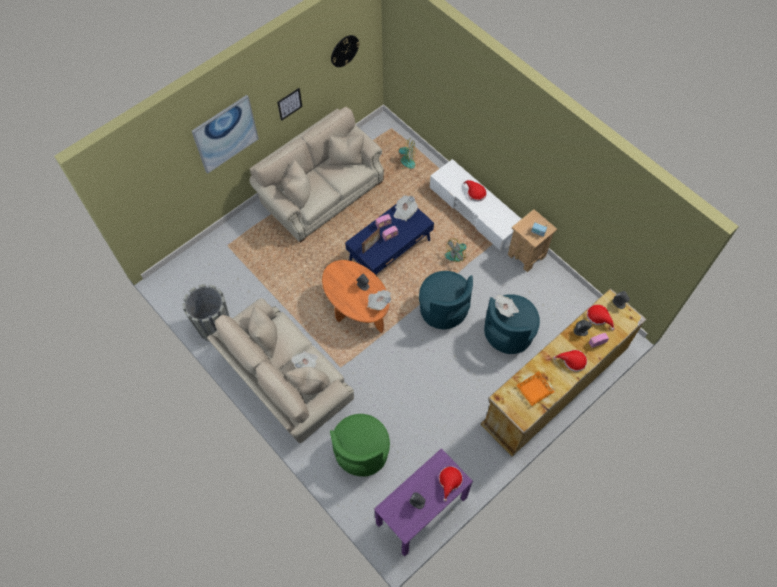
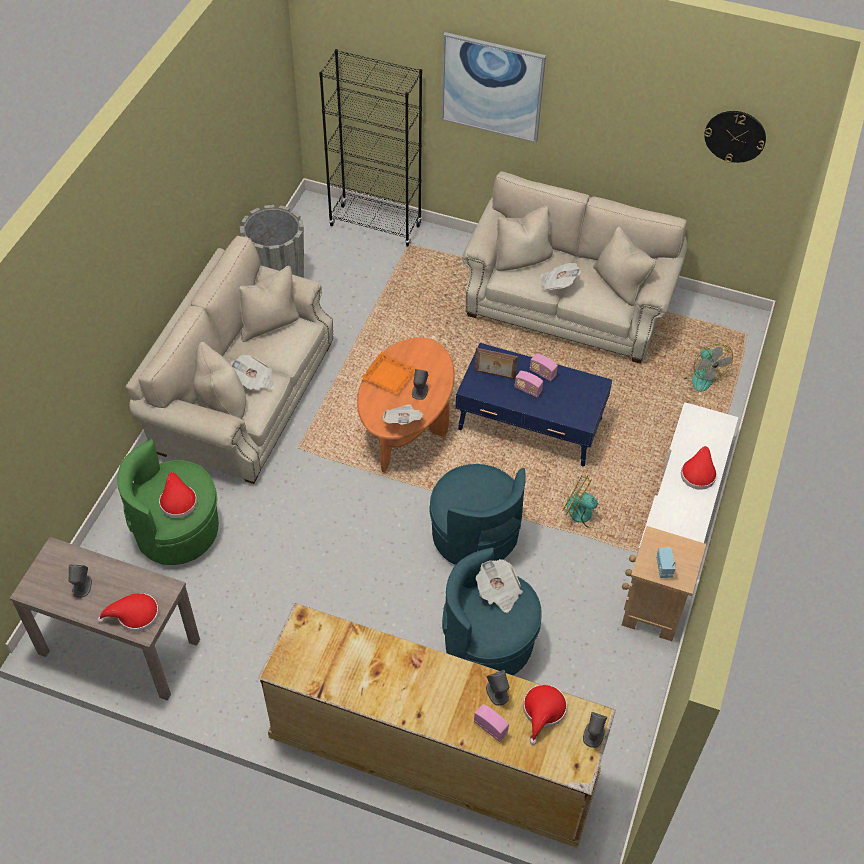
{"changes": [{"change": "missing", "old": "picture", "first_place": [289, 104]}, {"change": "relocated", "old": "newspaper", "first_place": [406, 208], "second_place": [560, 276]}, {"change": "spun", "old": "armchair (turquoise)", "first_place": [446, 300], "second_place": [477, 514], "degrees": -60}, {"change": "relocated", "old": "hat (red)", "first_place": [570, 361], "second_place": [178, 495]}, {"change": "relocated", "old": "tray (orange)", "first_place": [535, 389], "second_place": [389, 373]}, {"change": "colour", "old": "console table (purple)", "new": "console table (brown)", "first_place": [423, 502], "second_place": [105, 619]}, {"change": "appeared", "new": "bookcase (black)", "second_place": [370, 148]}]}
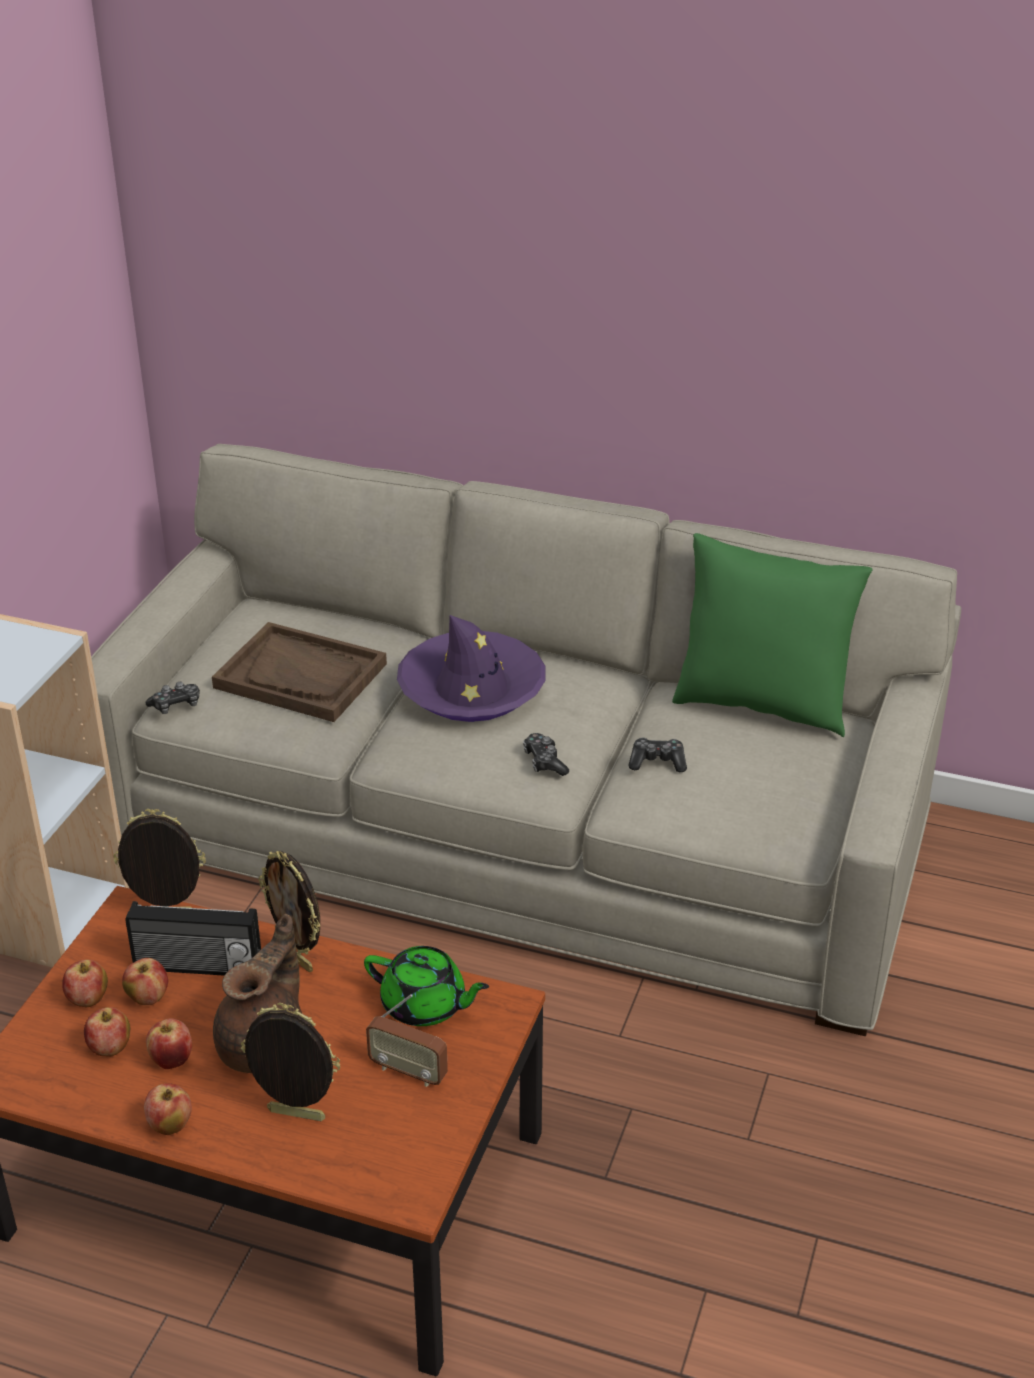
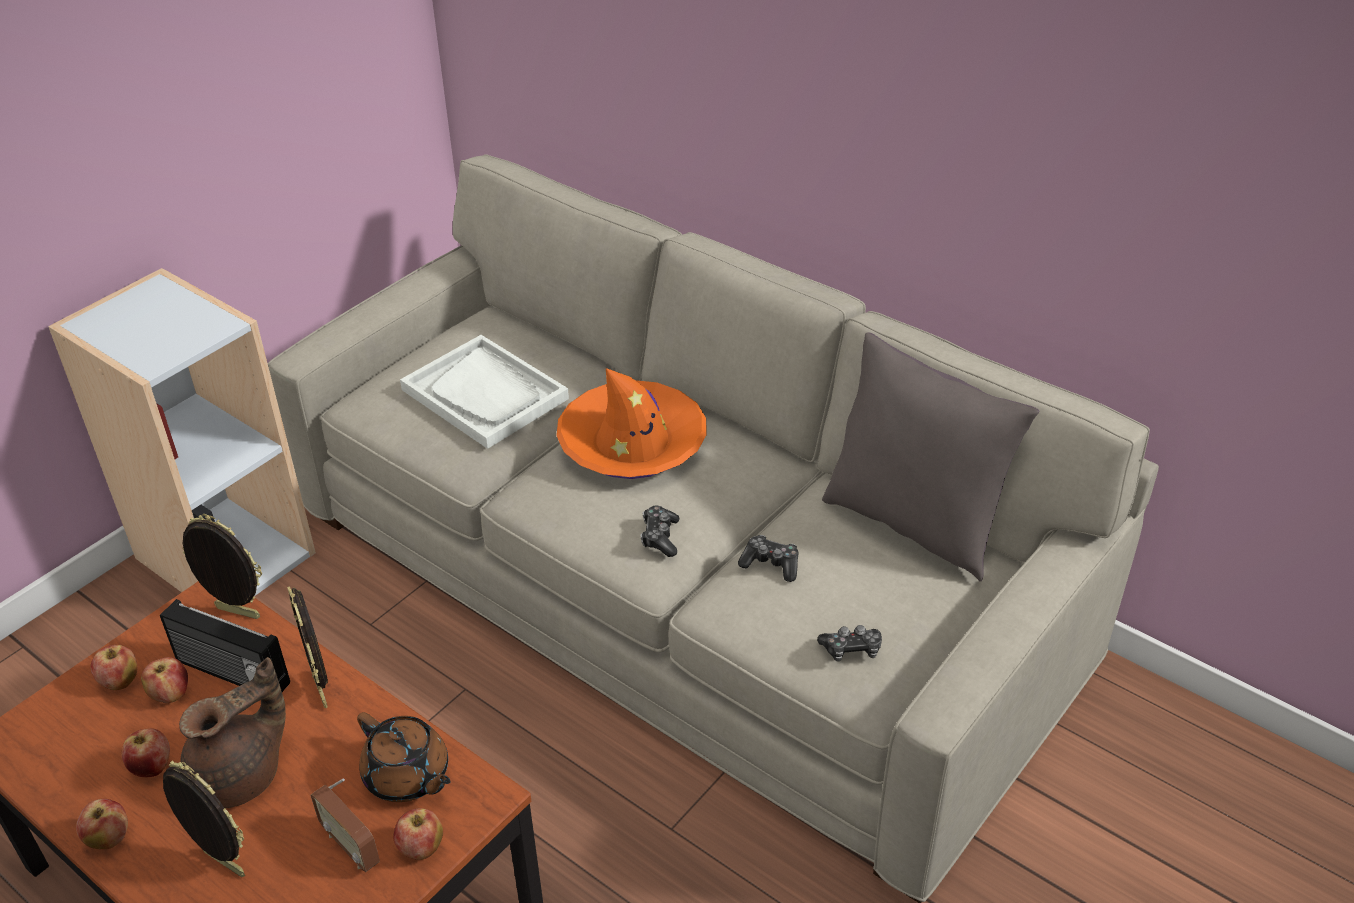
{"changes": [{"change": "colour", "old": "pillow (green)", "new": "pillow (grey)", "first_place": [772, 635], "second_place": [930, 457]}, {"change": "colour", "old": "hat (purple)", "new": "hat (orange)", "first_place": [471, 668], "second_place": [631, 423]}, {"change": "colour", "old": "tray (brown)", "new": "tray (white)", "first_place": [299, 672], "second_place": [484, 392]}, {"change": "relocated", "old": "game controller", "first_place": [173, 698], "second_place": [849, 643]}, {"change": "colour", "old": "teapot (green)", "new": "teapot (brown)", "first_place": [426, 986], "second_place": [404, 757]}, {"change": "relocated", "old": "apple", "first_place": [107, 1032], "second_place": [418, 834]}]}
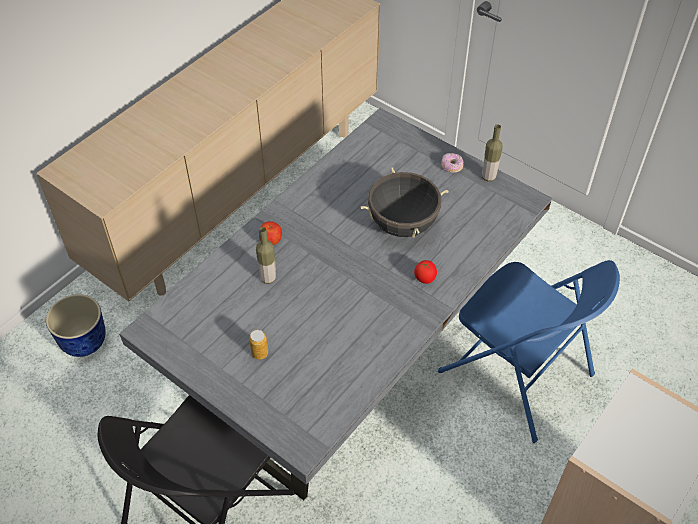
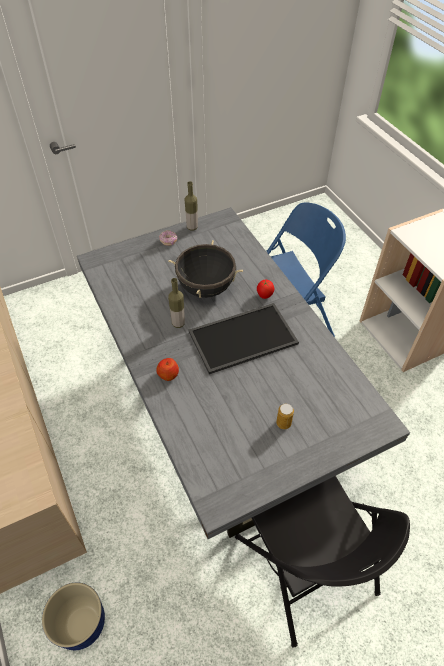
{"changes": [{"change": "relocated", "old": "bottle", "first_place": [266, 255], "second_place": [176, 303]}, {"change": "appeared", "new": "tray", "second_place": [244, 338]}]}
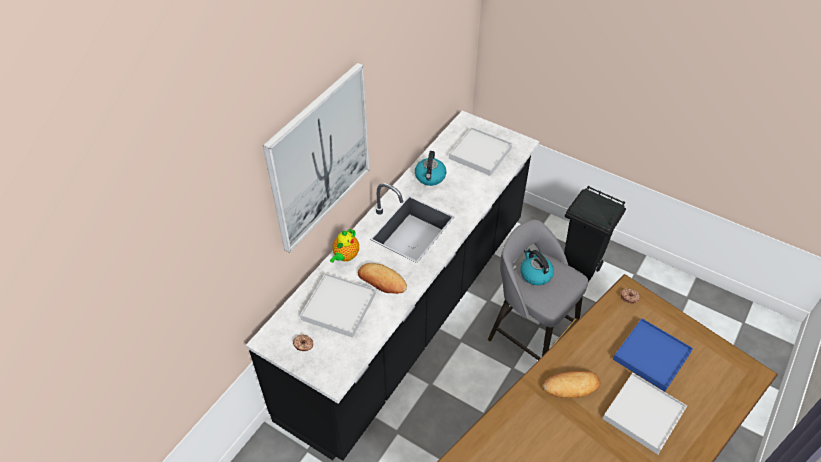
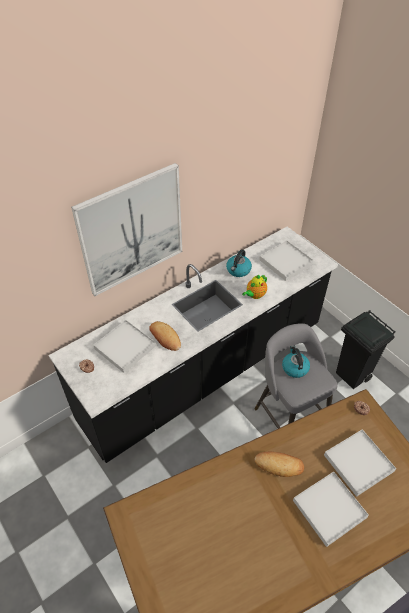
{"changes": [{"change": "relocated", "old": "teapot", "first_place": [344, 245], "second_place": [254, 287]}, {"change": "colour", "old": "tray (blue)", "new": "tray (white)", "first_place": [653, 355], "second_place": [360, 463]}]}
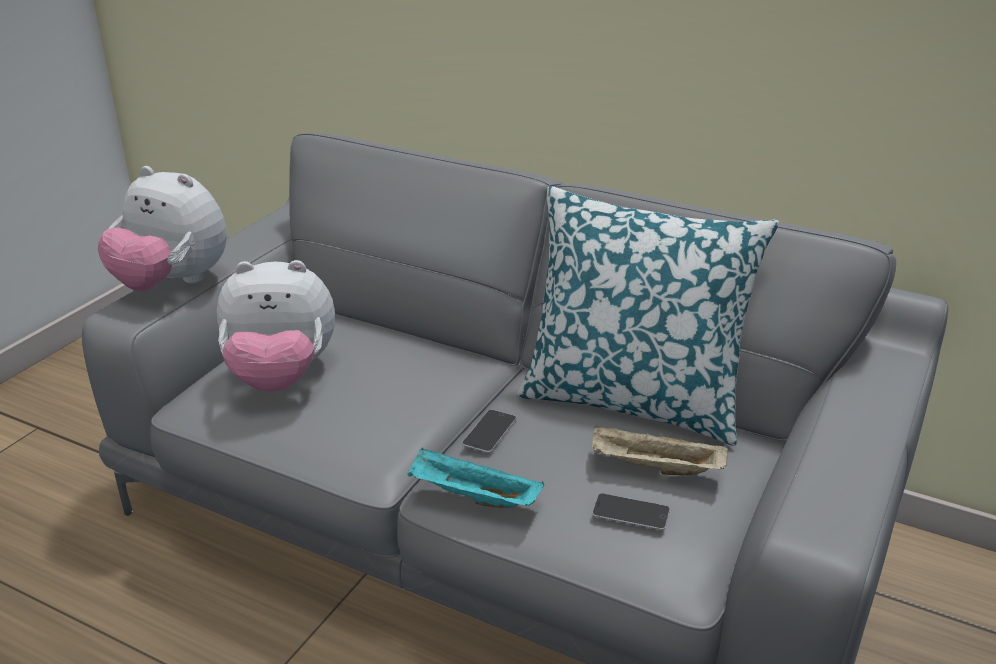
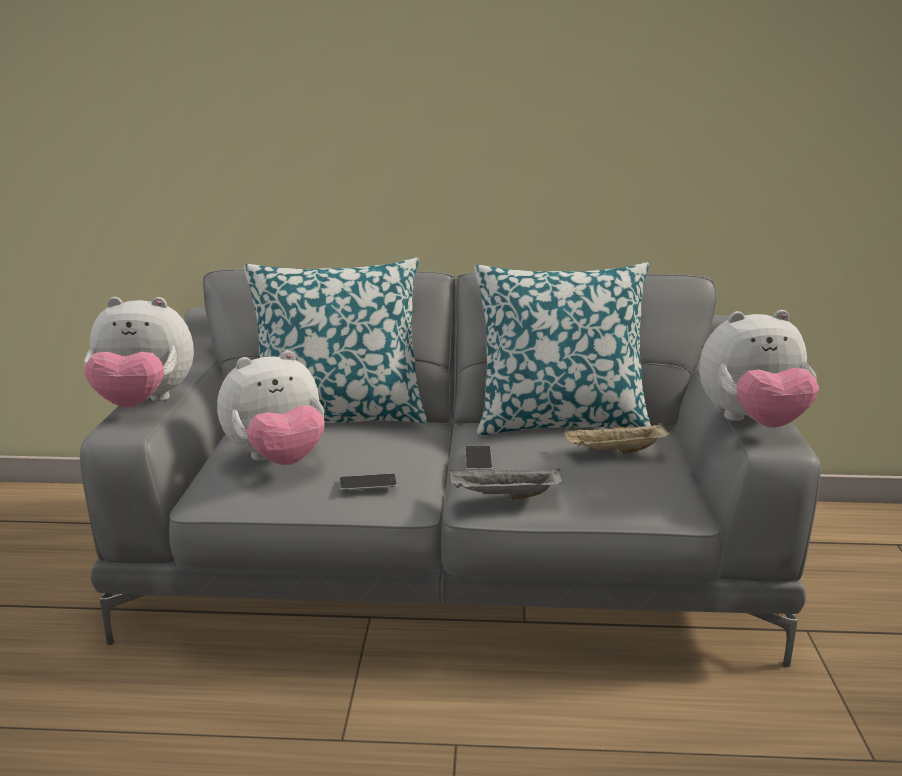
{"changes": [{"change": "colour", "old": "tray (turquoise)", "new": "tray (grey)", "first_place": [475, 478], "second_place": [506, 483]}, {"change": "relocated", "old": "phone", "first_place": [631, 511], "second_place": [368, 482]}, {"change": "appeared", "new": "pillow", "second_place": [336, 340]}, {"change": "appeared", "new": "plush toy", "second_place": [759, 369]}]}
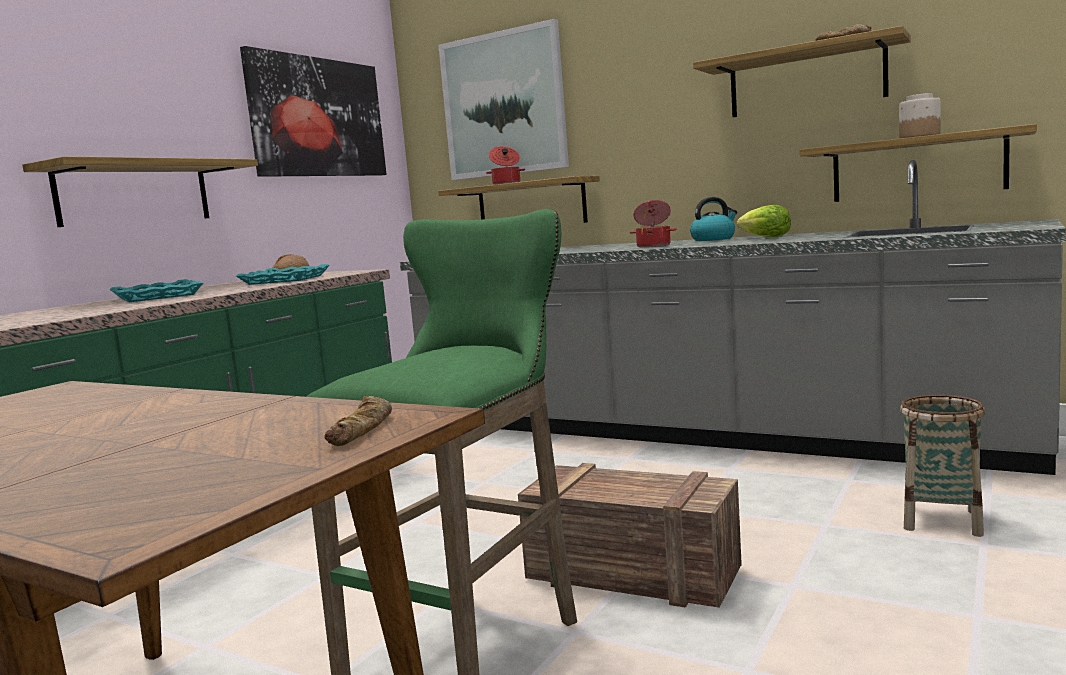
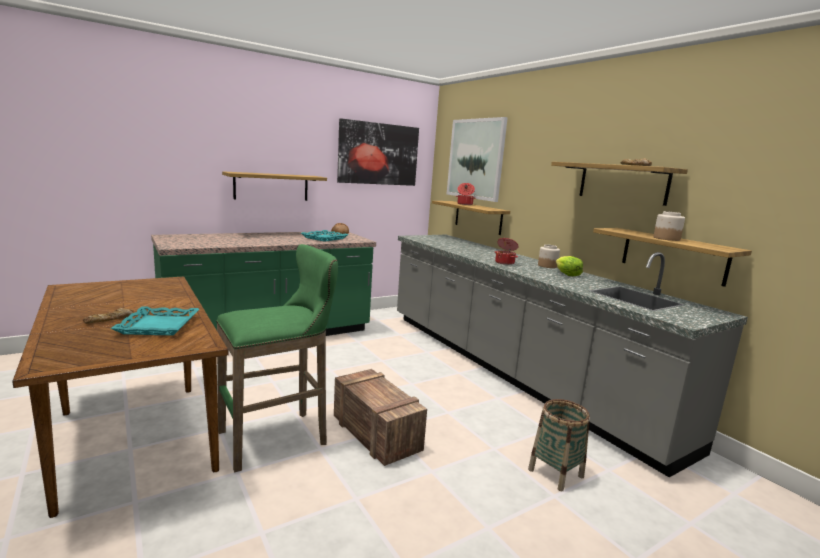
{"changes": [{"change": "exchanged", "old": "kettle", "new": "jar", "first_place": [713, 219], "second_place": [549, 256]}, {"change": "relocated", "old": "tray (turquoise)", "first_place": [156, 290], "second_place": [154, 321]}, {"change": "relocated", "old": "bread", "first_place": [358, 421], "second_place": [108, 316]}]}
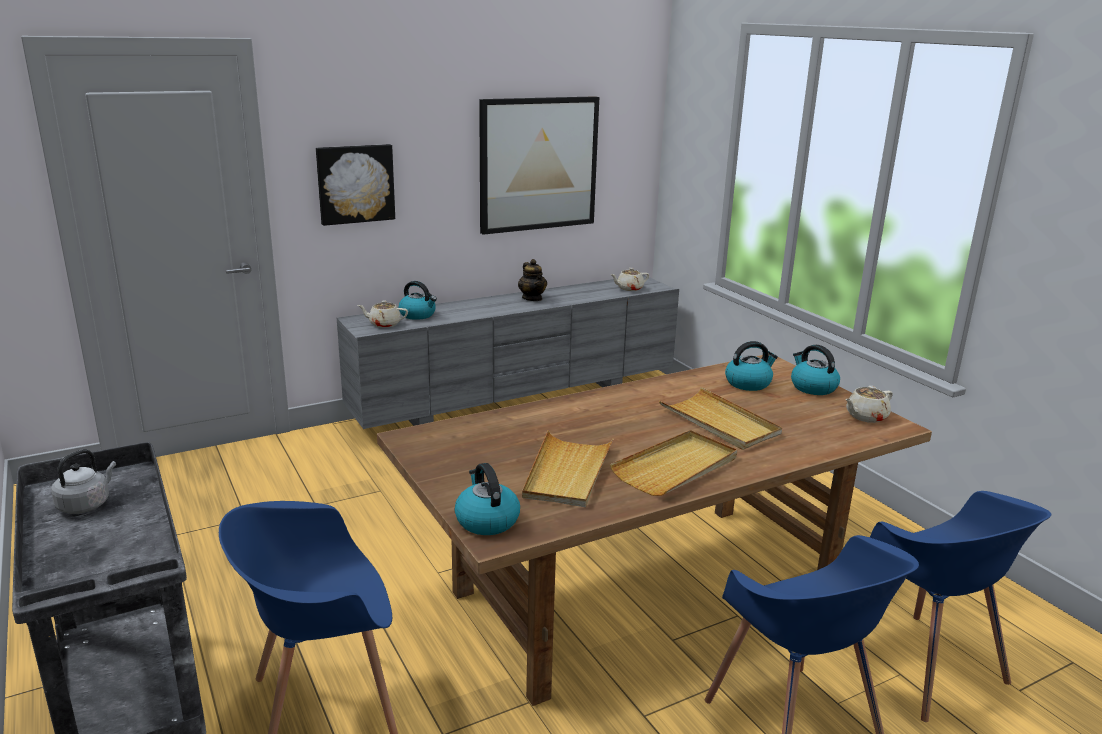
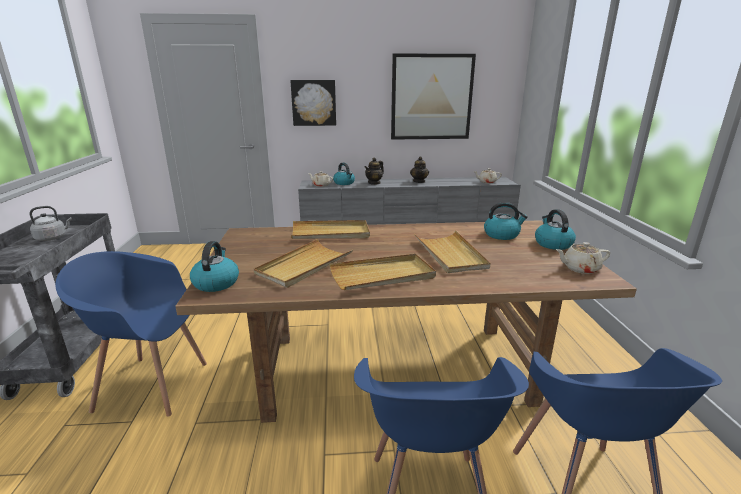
{"changes": [{"change": "appeared", "new": "teapot", "second_place": [374, 171]}, {"change": "appeared", "new": "tray (beige)", "second_place": [330, 229]}]}
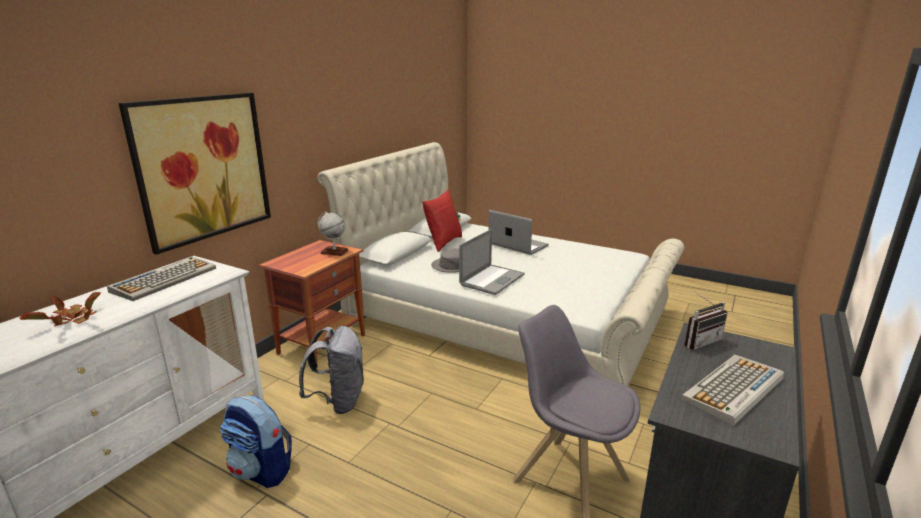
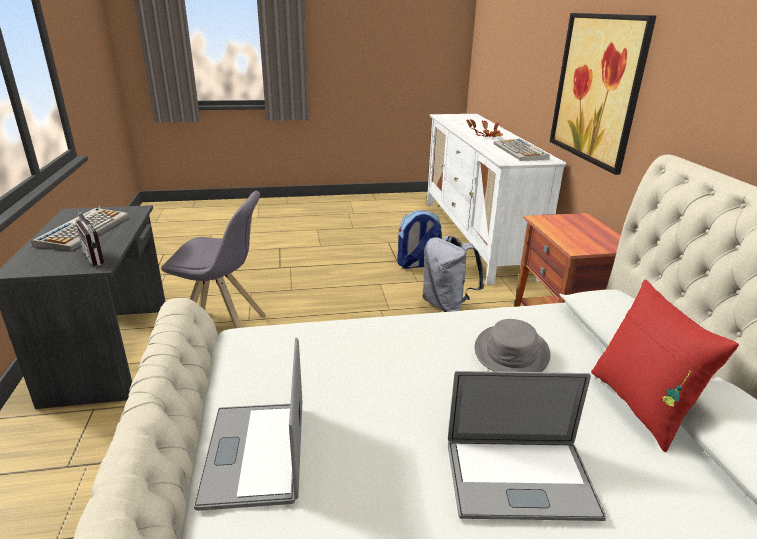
{"changes": [{"change": "missing", "old": "globe", "first_place": [333, 233]}, {"change": "relocated", "old": "laptop", "first_place": [492, 262], "second_place": [248, 424]}, {"change": "spun", "old": "radio", "first_place": [706, 320], "second_place": [90, 234], "degrees": -60}]}
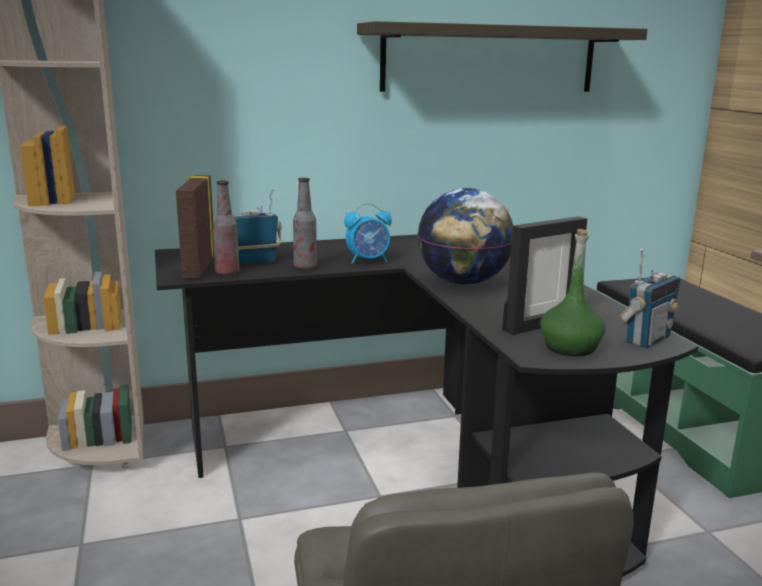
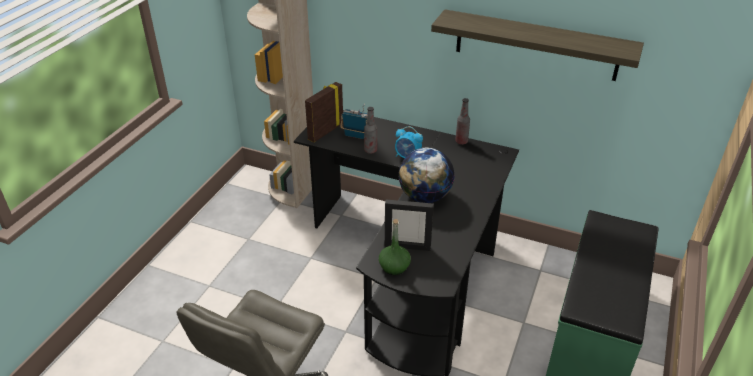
{"changes": [{"change": "relocated", "old": "bottle", "first_place": [226, 227], "second_place": [462, 121]}, {"change": "missing", "old": "radio", "first_place": [649, 298]}]}
